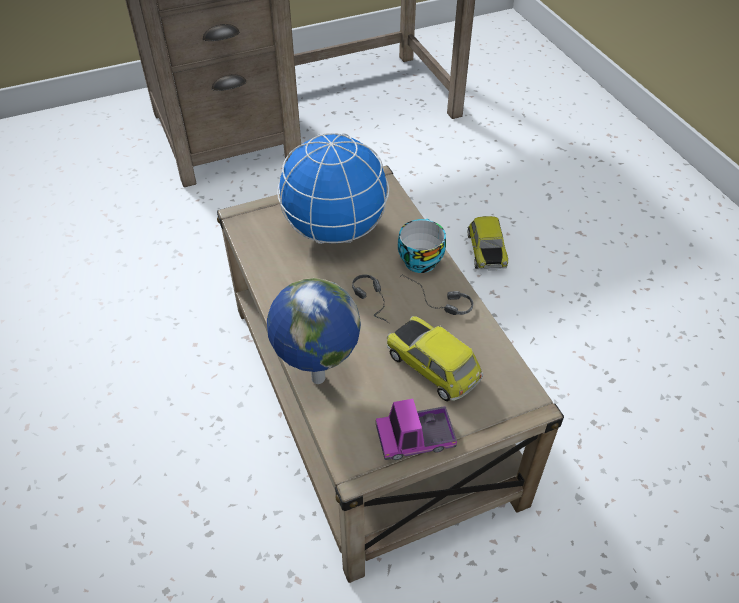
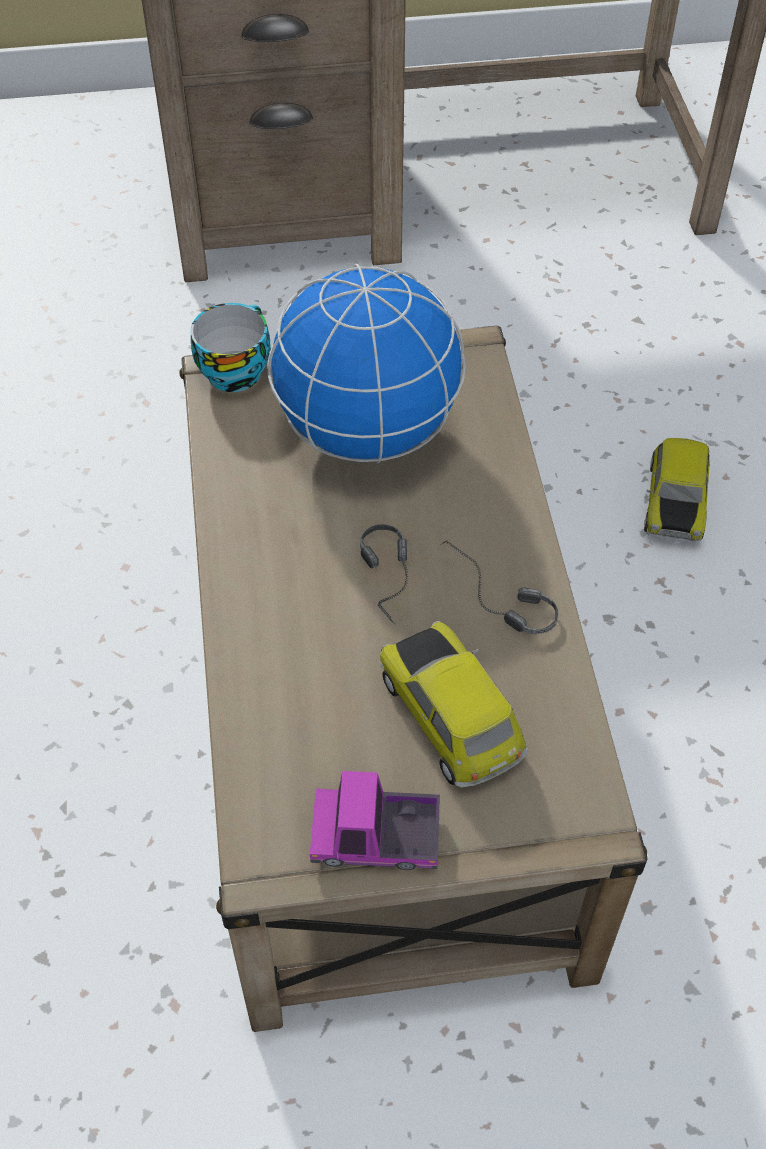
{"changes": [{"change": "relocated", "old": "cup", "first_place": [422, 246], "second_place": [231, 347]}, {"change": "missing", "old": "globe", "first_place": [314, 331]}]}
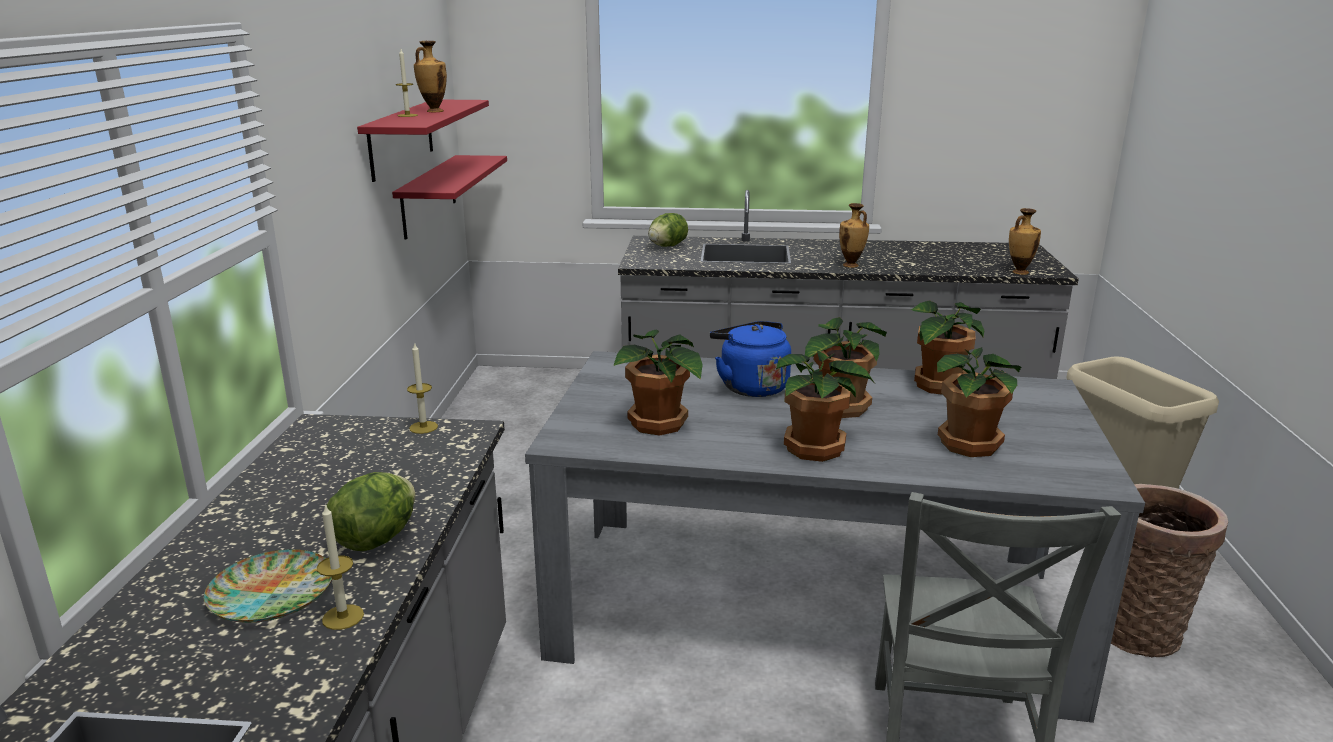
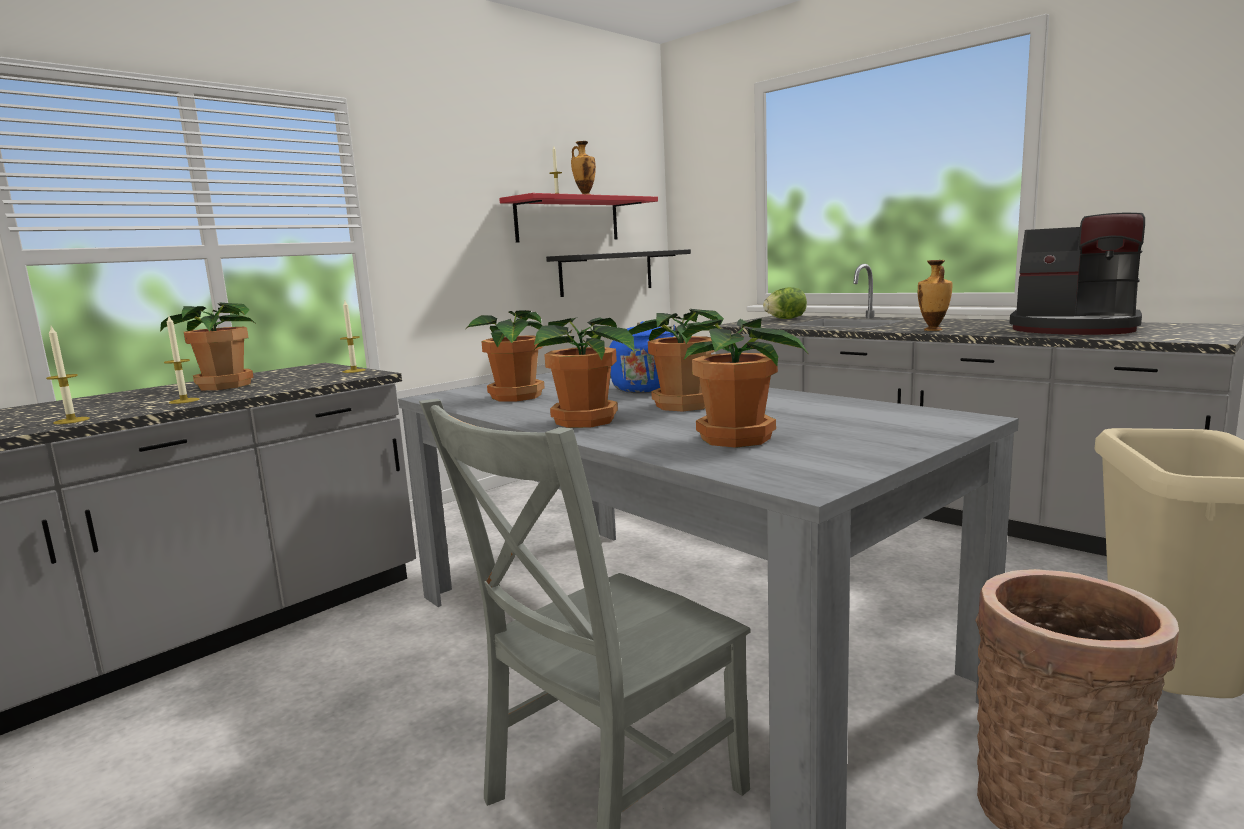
{"changes": [{"change": "colour", "old": "shelf (red)", "new": "shelf (black)", "first_place": [449, 197], "second_place": [618, 273]}, {"change": "missing", "old": "vase", "first_place": [1025, 241]}, {"change": "relocated", "old": "potted plant", "first_place": [947, 347], "second_place": [207, 346]}, {"change": "exchanged", "old": "lettuce", "new": "candle", "first_place": [370, 511], "second_place": [181, 360]}, {"change": "missing", "old": "plate", "first_place": [268, 586]}, {"change": "appeared", "new": "coffee machine", "second_place": [1077, 274]}]}
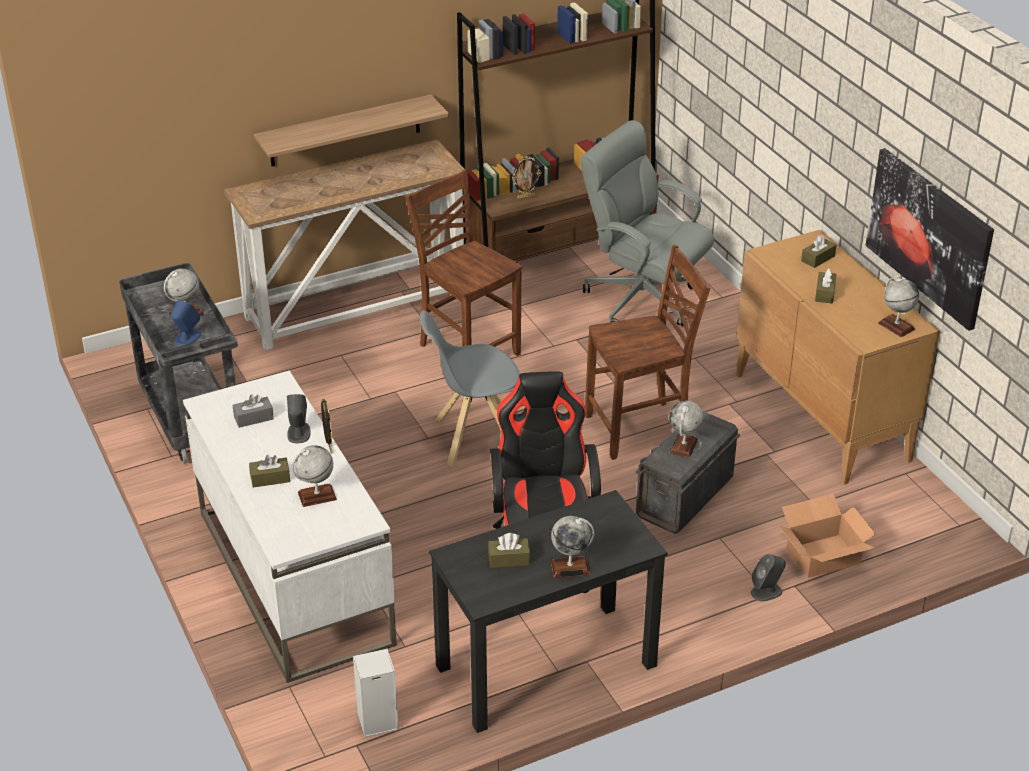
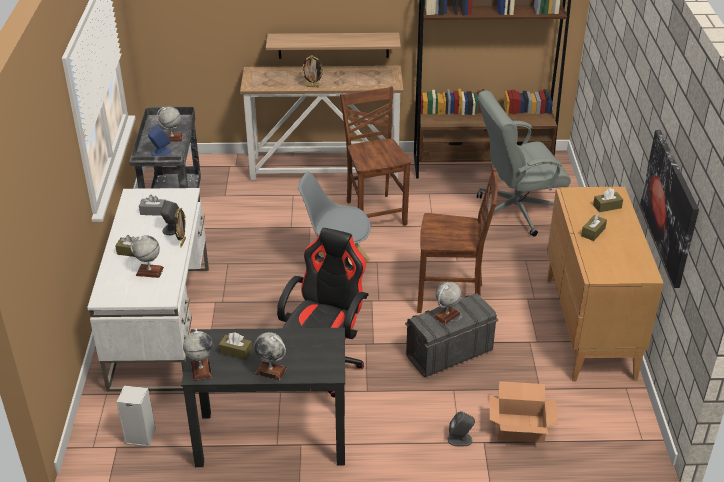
{"changes": [{"change": "spun", "old": "office chair (grey)", "first_place": [647, 223], "second_place": [524, 163], "degrees": -75}, {"change": "relocated", "old": "picture frame", "first_place": [526, 177], "second_place": [312, 71]}, {"change": "relocated", "old": "globe", "first_place": [898, 306], "second_place": [198, 354]}]}
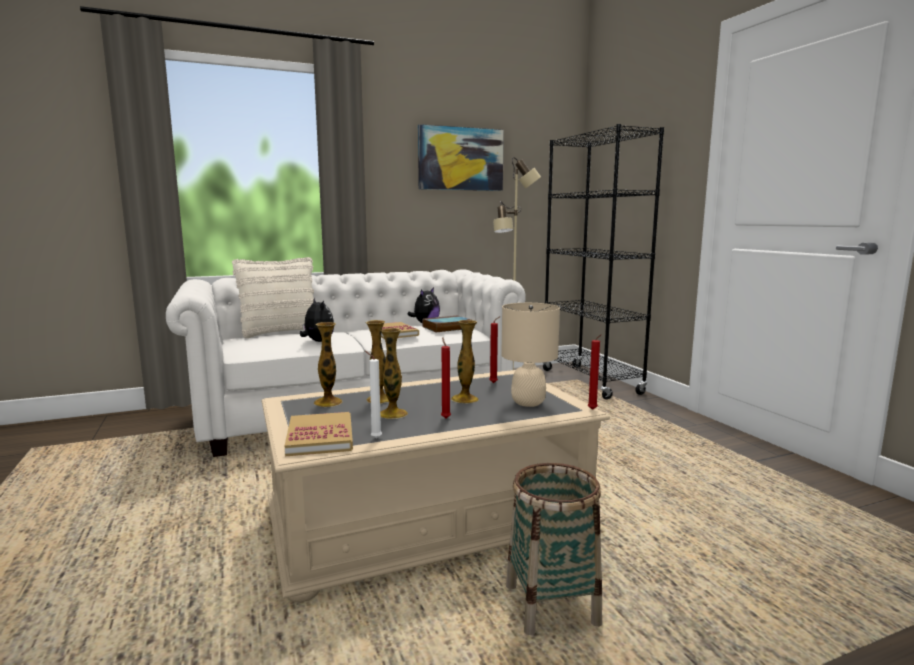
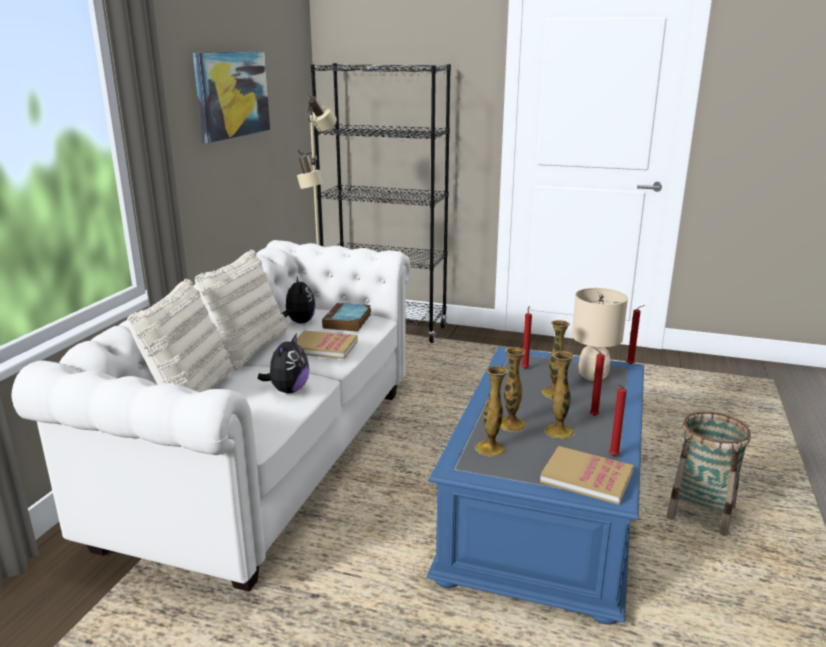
{"changes": [{"change": "spun", "old": "plush toy", "first_place": [317, 319], "second_place": [283, 363], "degrees": 105}, {"change": "colour", "old": "candle (white)", "new": "candle (red)", "first_place": [373, 395], "second_place": [618, 420]}, {"change": "colour", "old": "coffee table (beige)", "new": "coffee table (blue)", "first_place": [436, 486], "second_place": [535, 486]}, {"change": "appeared", "new": "pillow (beige)", "second_place": [241, 310]}]}
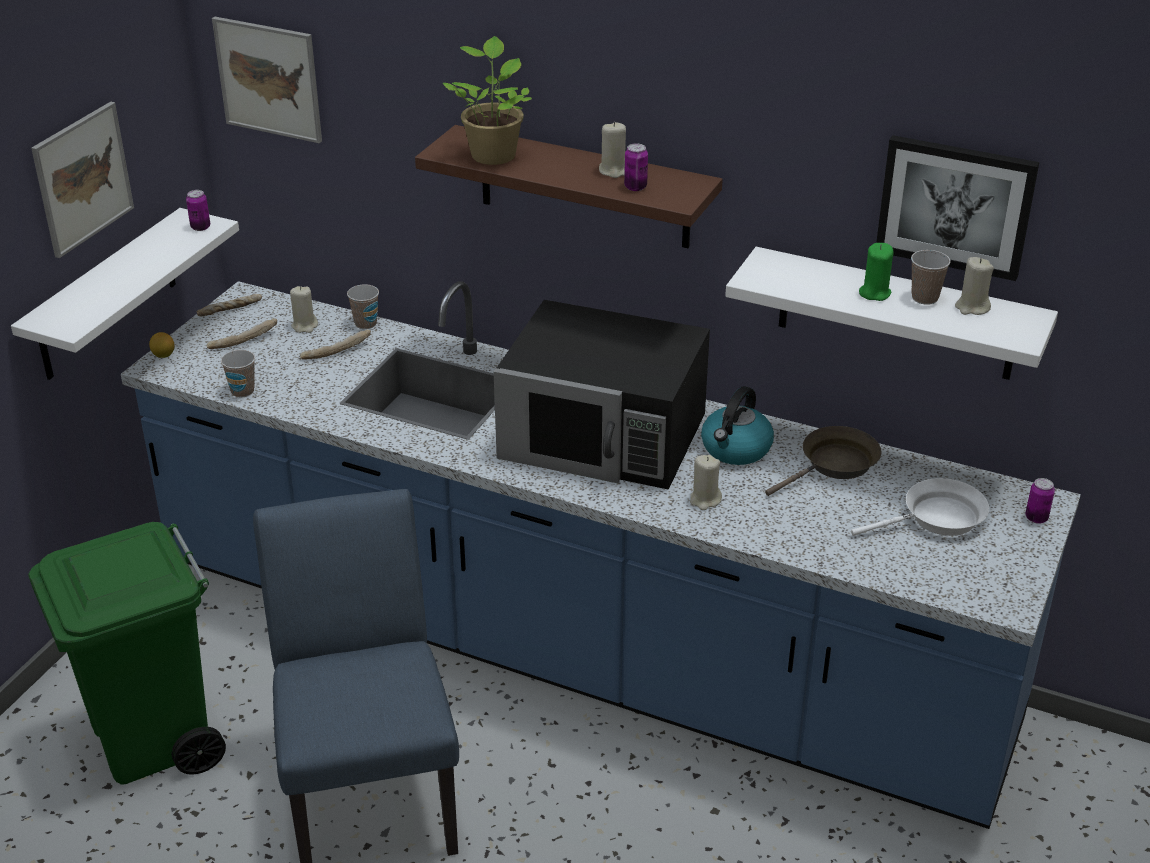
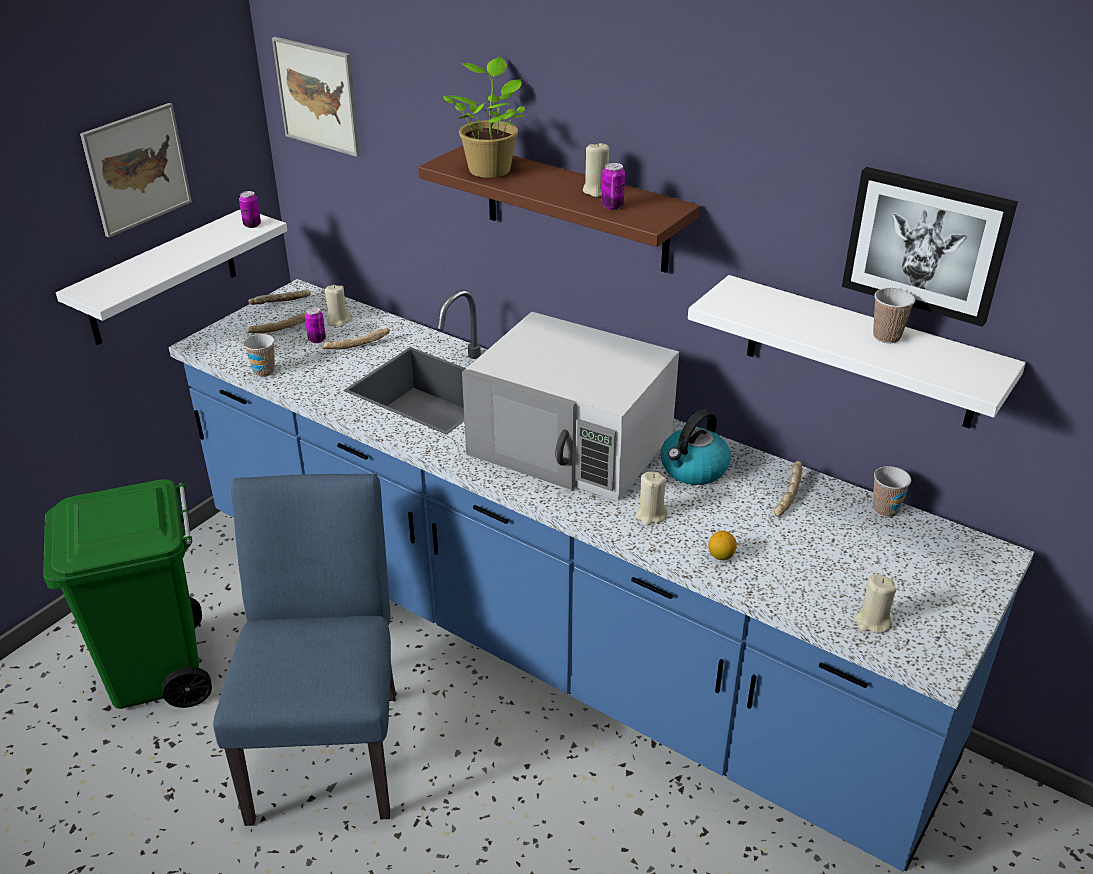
{"changes": [{"change": "missing", "old": "candle (green)", "first_place": [876, 272]}, {"change": "relocated", "old": "candle (beige)", "first_place": [974, 286], "second_place": [875, 604]}, {"change": "relocated", "old": "cup", "first_place": [363, 306], "second_place": [892, 491]}, {"change": "colour", "old": "microwave (black)", "new": "microwave (white)", "first_place": [602, 395], "second_place": [570, 406]}, {"change": "relocated", "old": "lemon", "first_place": [161, 345], "second_place": [722, 545]}, {"change": "exchanged", "old": "frying pan (brown)", "new": "bread", "first_place": [823, 461], "second_place": [788, 489]}, {"change": "missing", "old": "frying pan (white)", "first_place": [920, 507]}, {"change": "relocated", "old": "can", "first_place": [1040, 501], "second_place": [315, 325]}]}
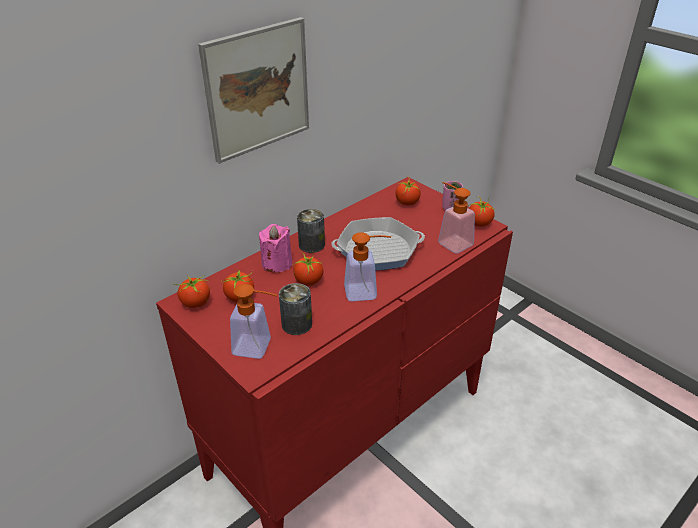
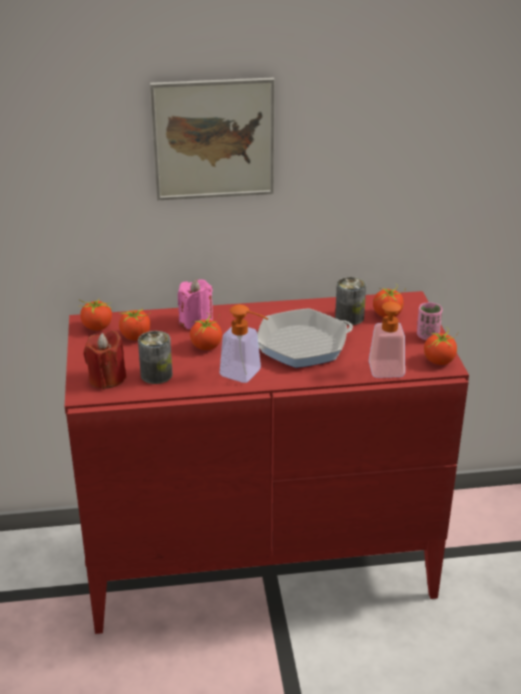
{"changes": [{"change": "relocated", "old": "can", "first_place": [311, 231], "second_place": [350, 301]}, {"change": "spun", "old": "frying pan", "first_place": [378, 244], "second_place": [305, 338], "degrees": 135}, {"change": "exchanged", "old": "soap dispenser", "new": "candle (red)", "first_place": [253, 321], "second_place": [105, 360]}]}
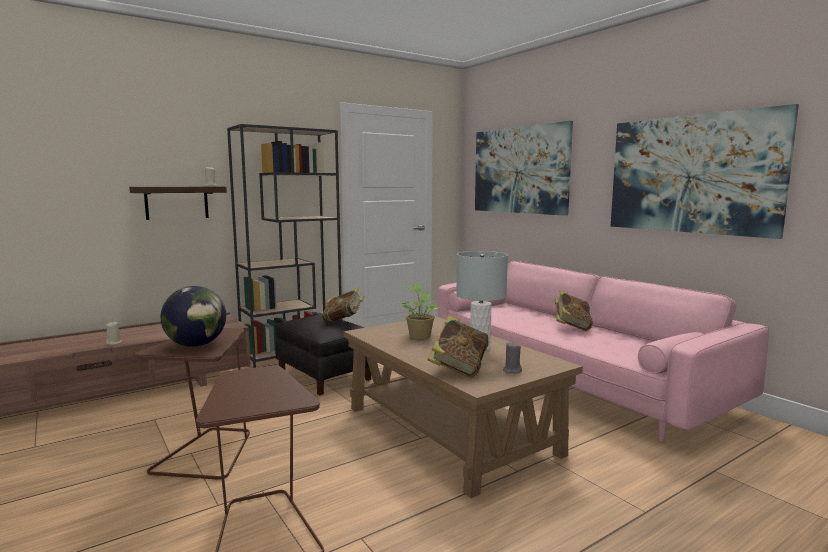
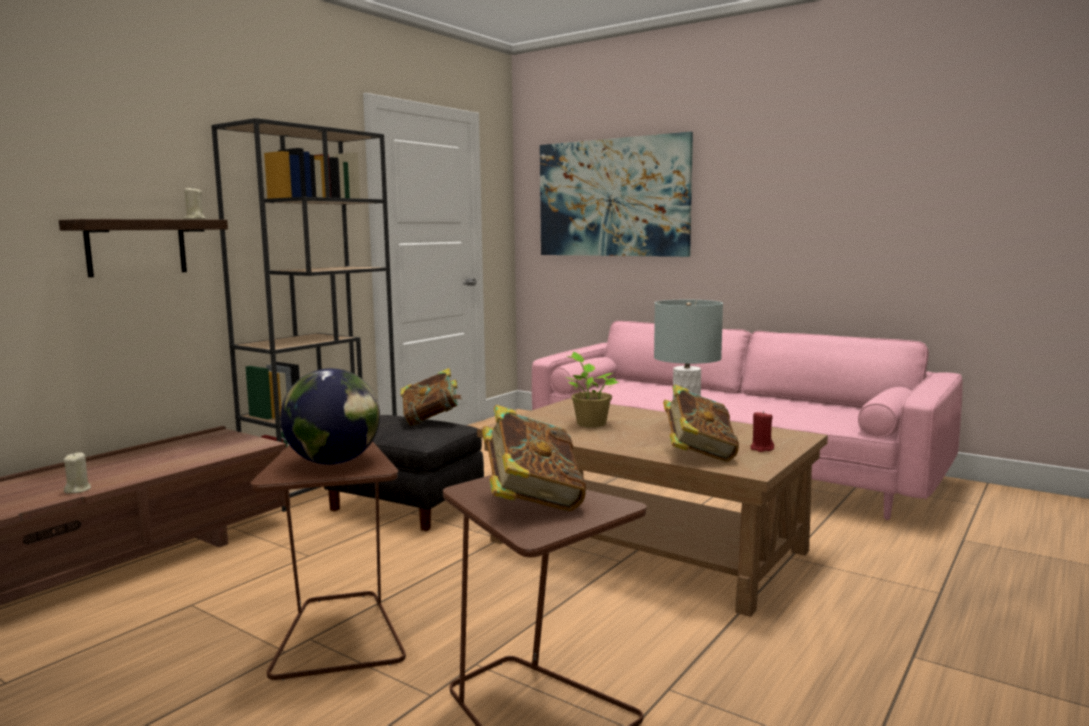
{"changes": [{"change": "missing", "old": "picture", "first_place": [705, 171]}, {"change": "relocated", "old": "book", "first_place": [573, 310], "second_place": [534, 458]}, {"change": "colour", "old": "candle (grey)", "new": "candle (red)", "first_place": [512, 358], "second_place": [762, 431]}]}
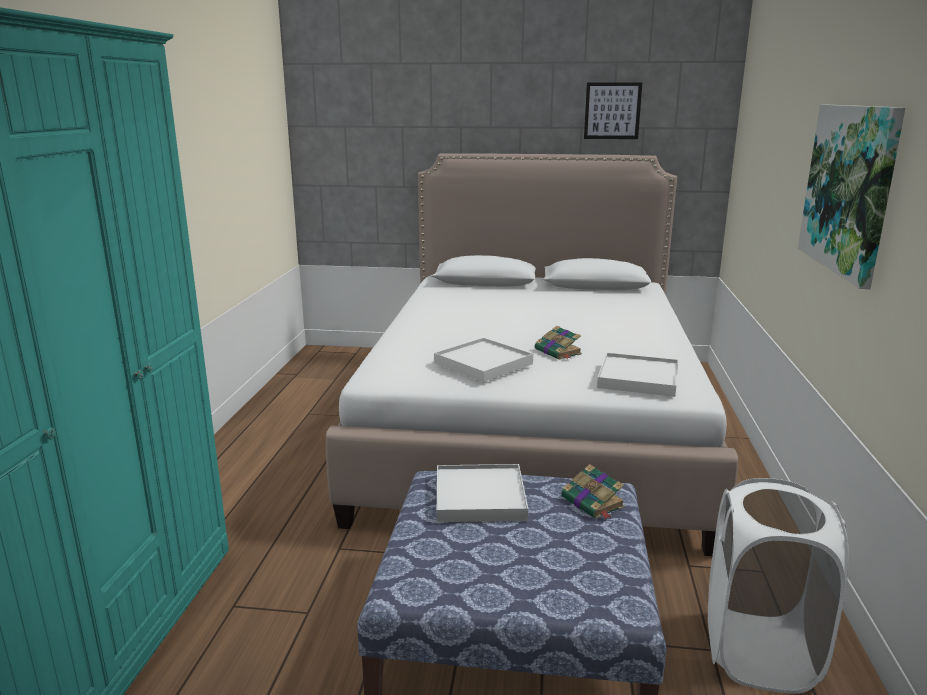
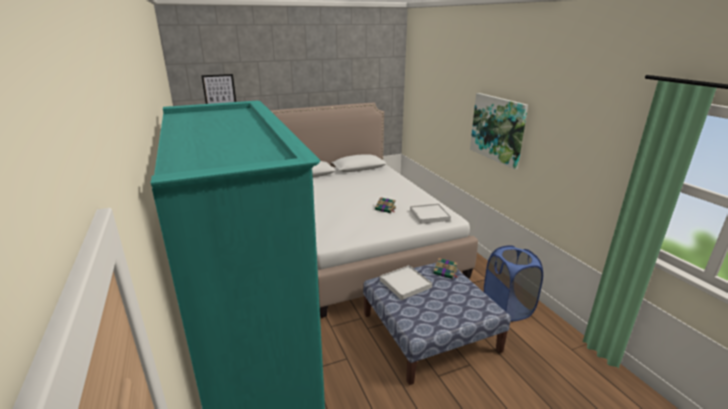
{"changes": [{"change": "relocated", "old": "picture", "first_place": [613, 110], "second_place": [218, 89]}, {"change": "missing", "old": "tray (white)", "first_place": [483, 360]}, {"change": "colour", "old": "laundry basket (white)", "new": "laundry basket (blue)", "first_place": [778, 586], "second_place": [513, 283]}]}
